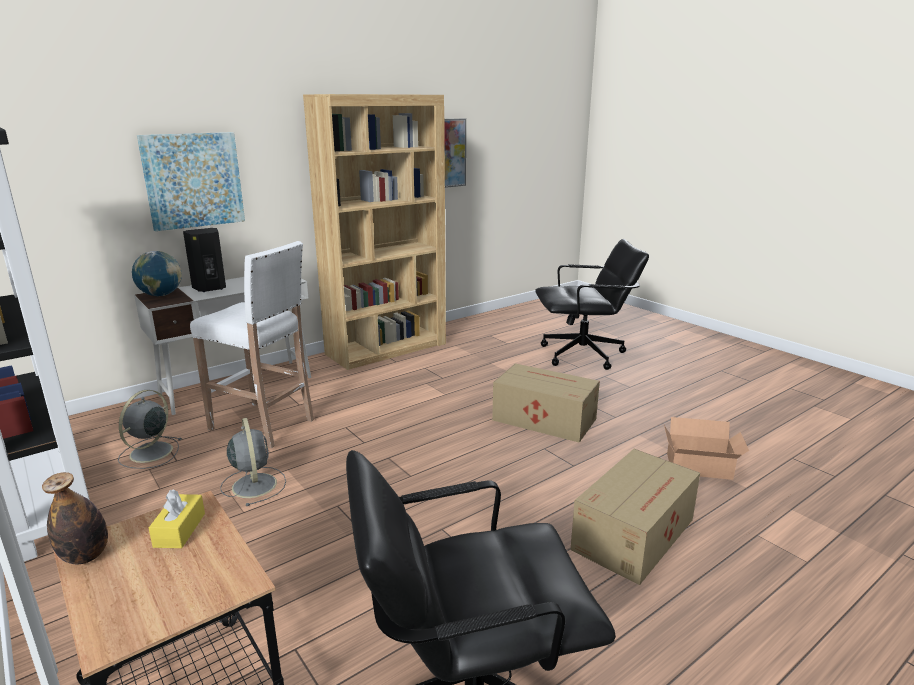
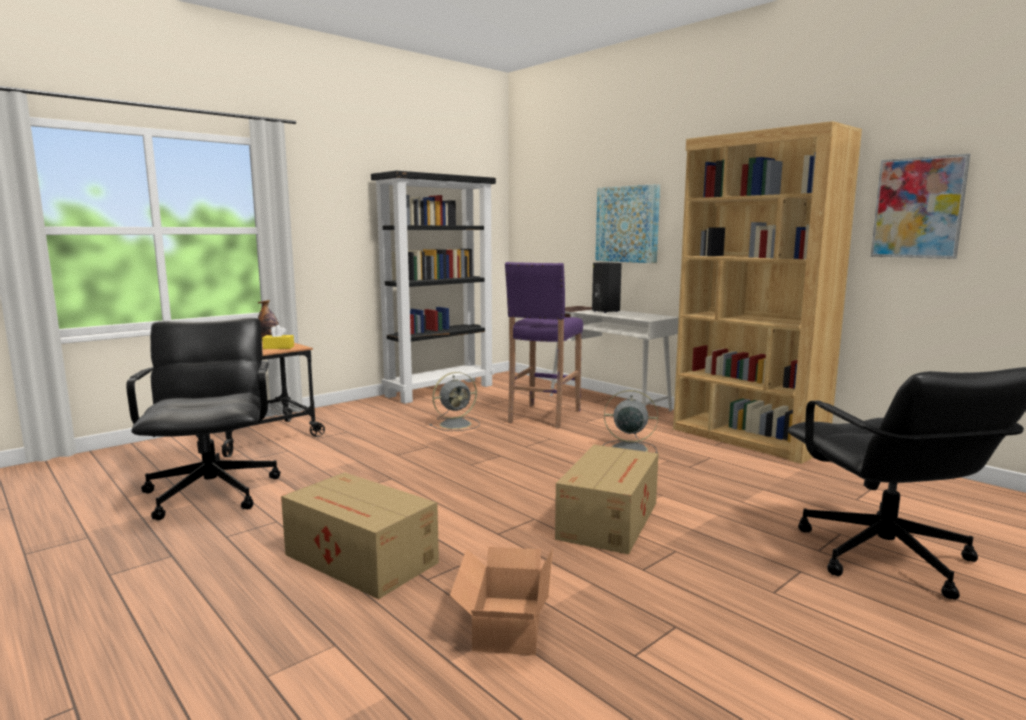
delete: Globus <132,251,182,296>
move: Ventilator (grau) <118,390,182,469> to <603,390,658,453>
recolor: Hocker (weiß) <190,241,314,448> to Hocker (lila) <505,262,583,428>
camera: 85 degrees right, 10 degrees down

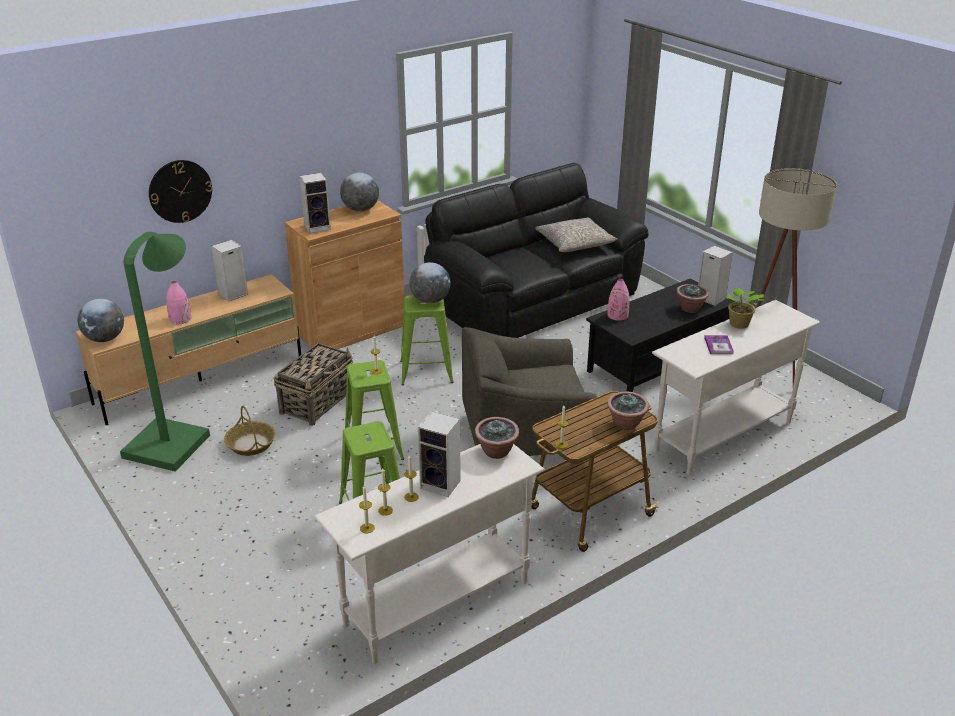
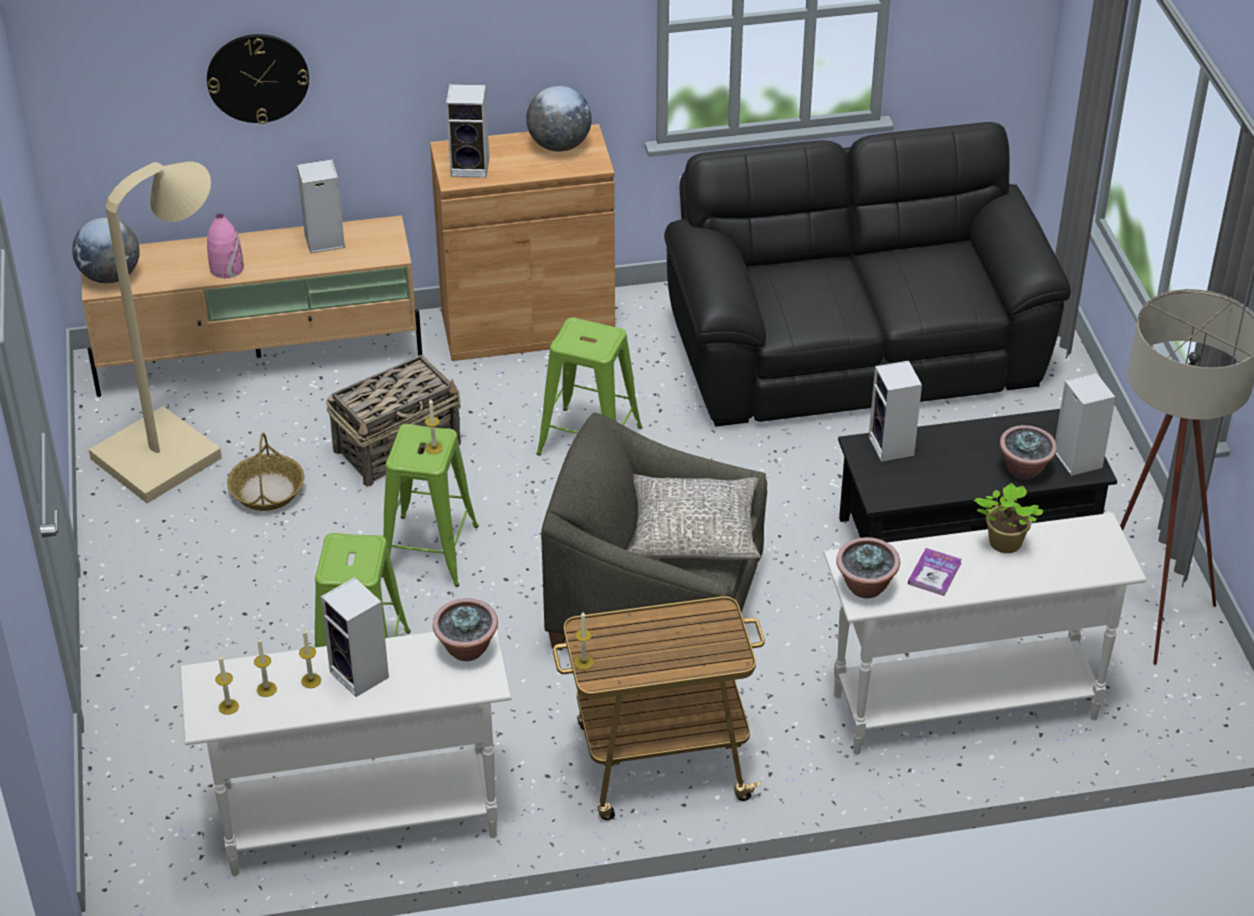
delete: Globus <410,262,451,303>
move: Kissen (grau) <535,218,618,252> to <628,474,760,560>; Topfpflanze <607,391,649,430> to <836,537,900,598>
replace: Vase (rosa) <607,279,630,321> to Lautsprecher <869,361,922,462>
recolor: Stehlampe (grün) <120,232,210,472> to Stehlampe (beige) <89,162,222,503>
camera: 25 degrees right, 10 degrees up

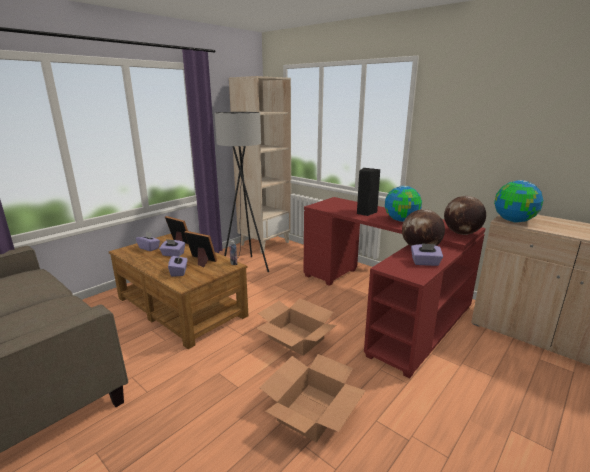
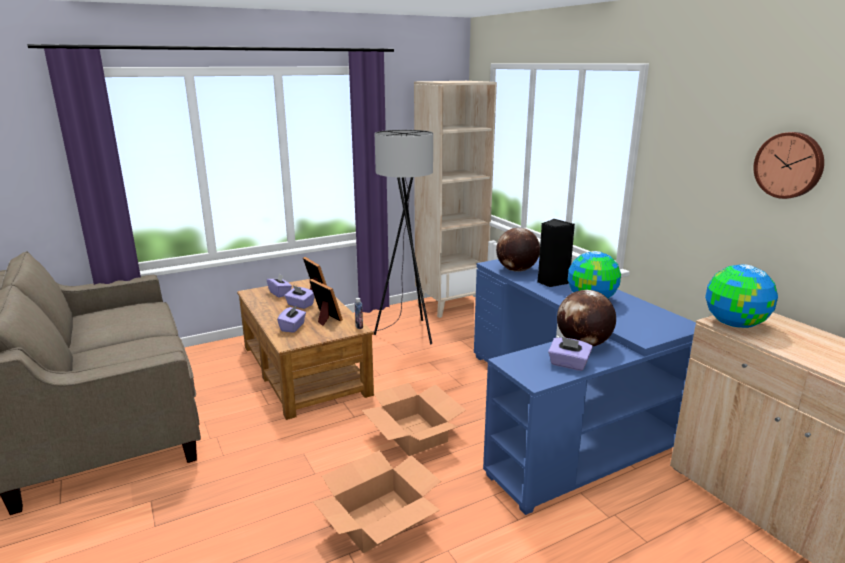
insert: Wanduhr <754,132,824,199>
move: Globus <444,196,486,235> to <496,228,540,272>
recolor: Schreibtisch (rot) <303,197,486,378> to Schreibtisch (blau) <474,256,696,515>
camera: 20 degrees right, 0 degrees up

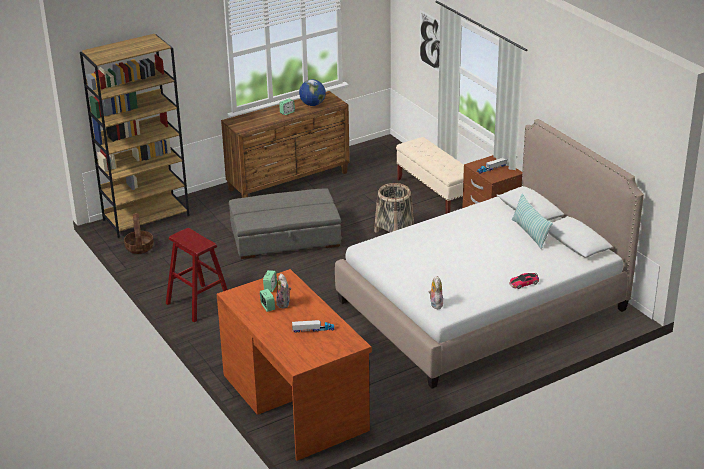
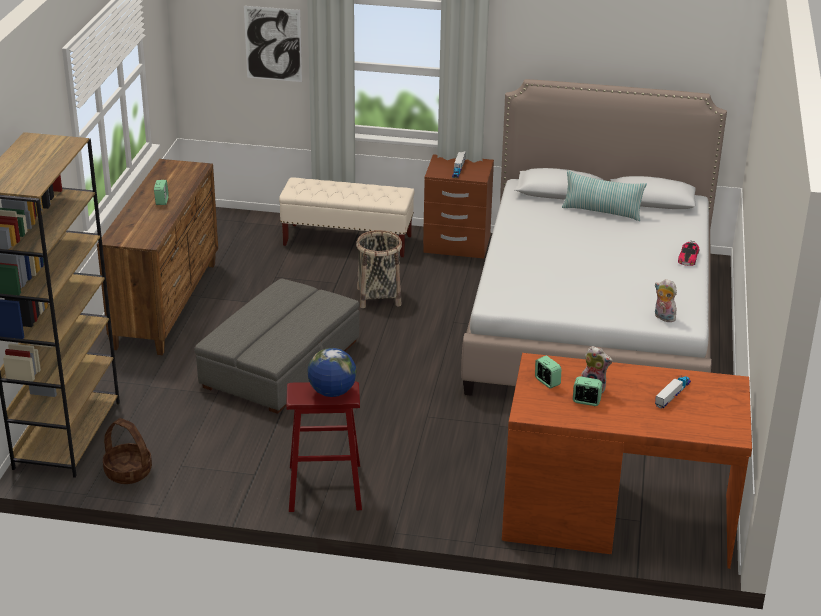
move: Globus <299,79,326,106> to <307,348,356,397>
camera: 50 degrees left, 0 degrees up

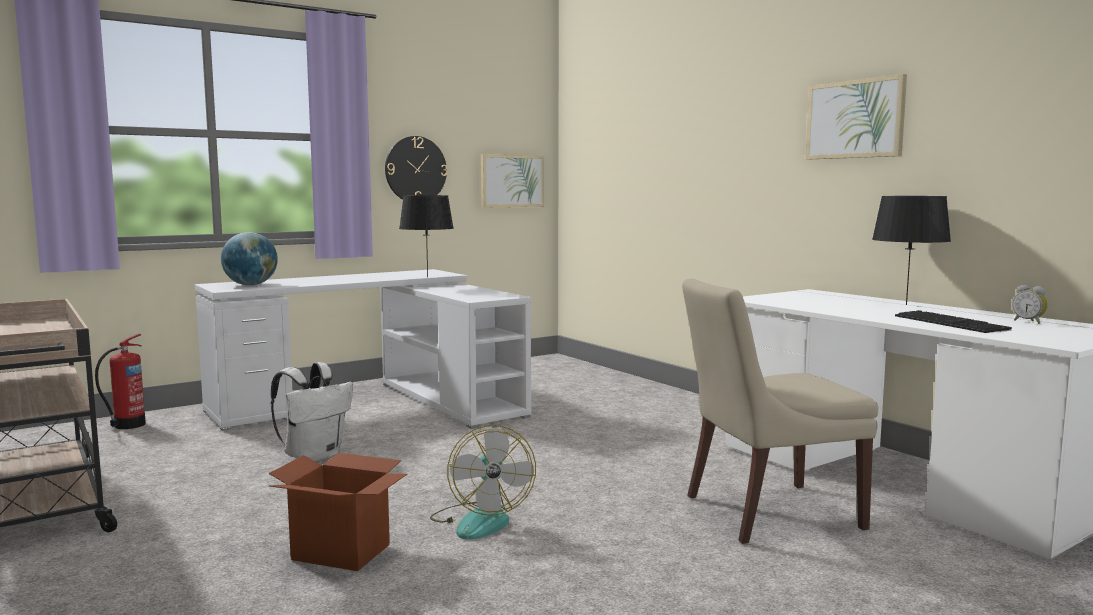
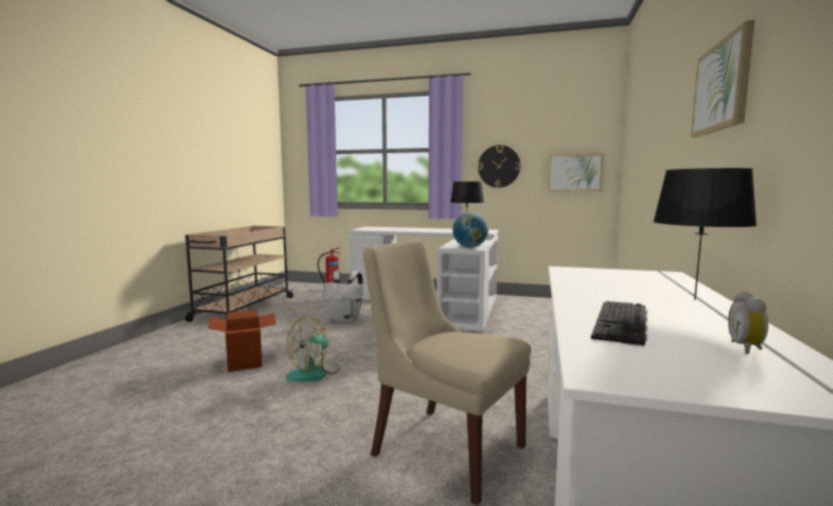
move: Globus <221,232,278,286> to <453,212,489,248>
camera: 50 degrees right, 0 degrees up

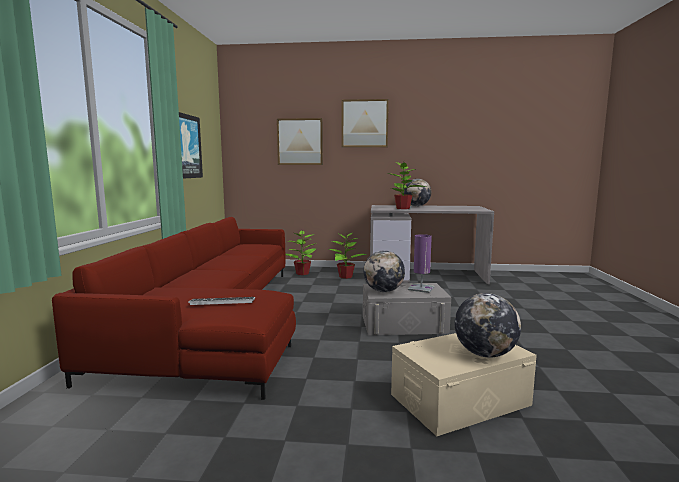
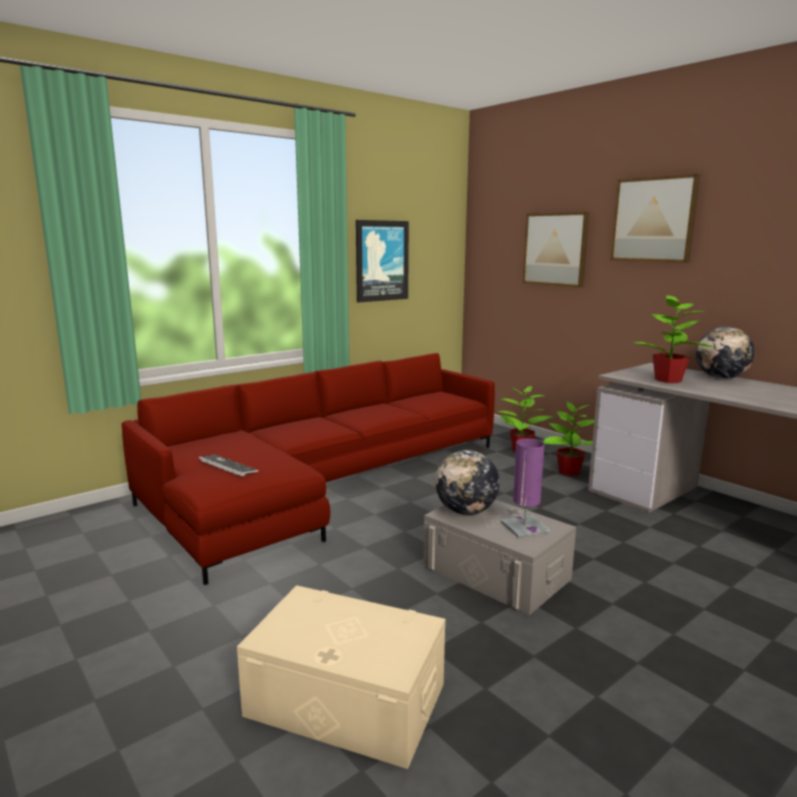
delete: Globus <455,293,521,357>
camera: 45 degrees right, 5 degrees up

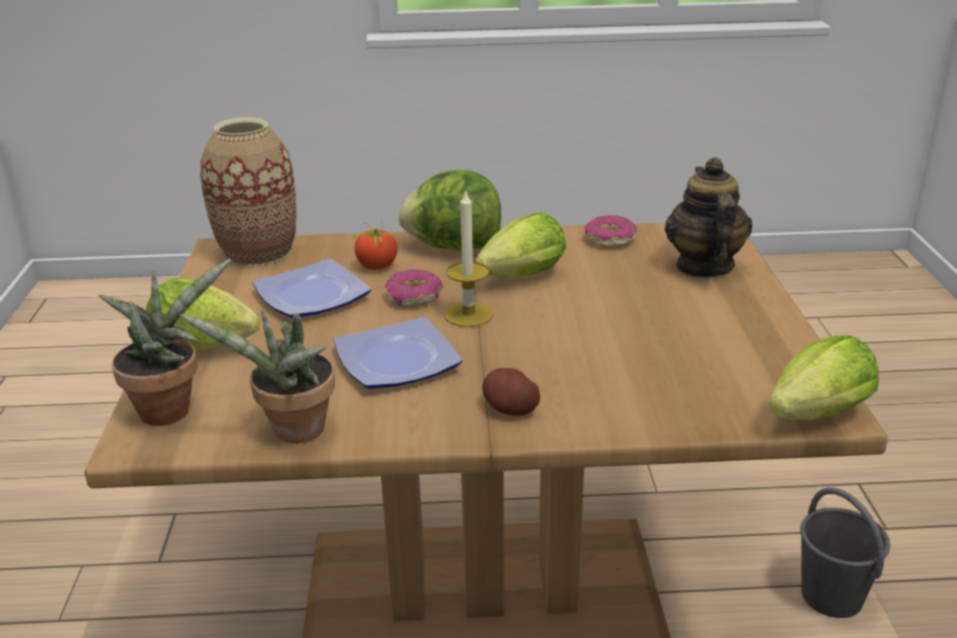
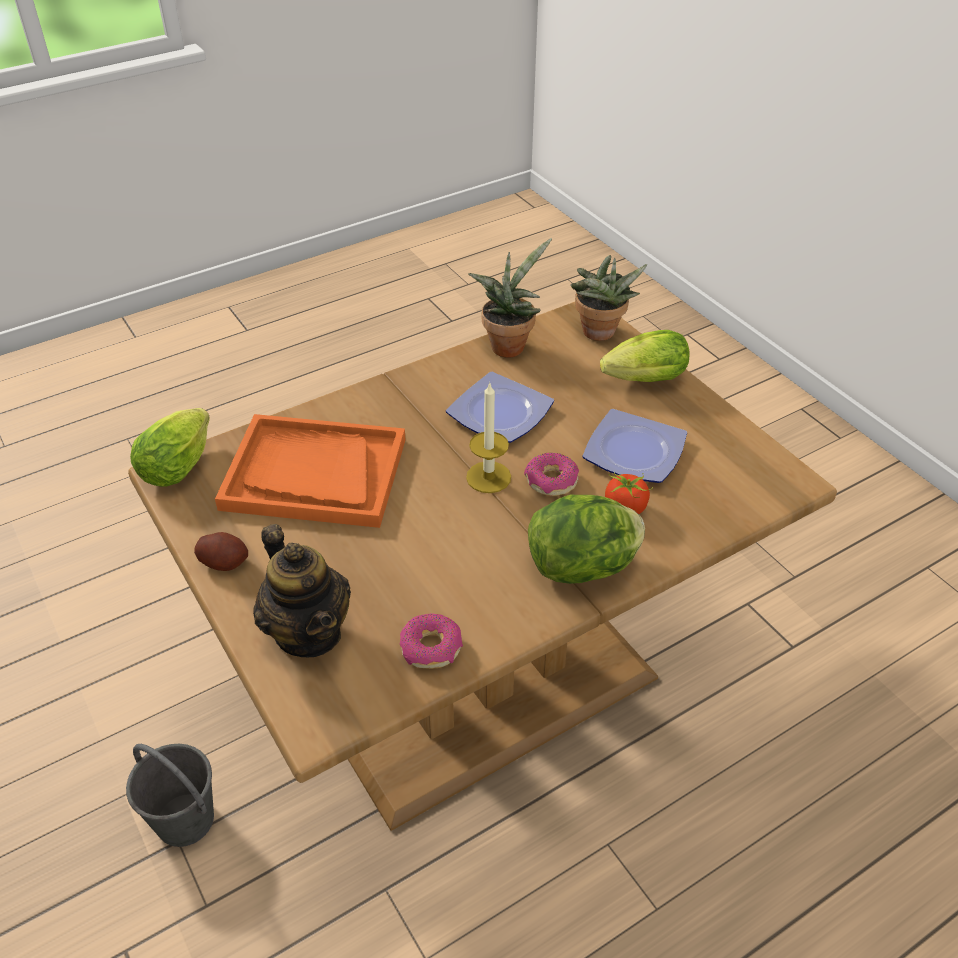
delete: Vase <200,117,297,266>; Salatkopf <476,212,566,278>
insert: Tablett (orange) <215,414,406,528>
move: Kartoffel <482,368,540,416> to <194,532,248,571>
camera: 150 degrees right, 15 degrees up

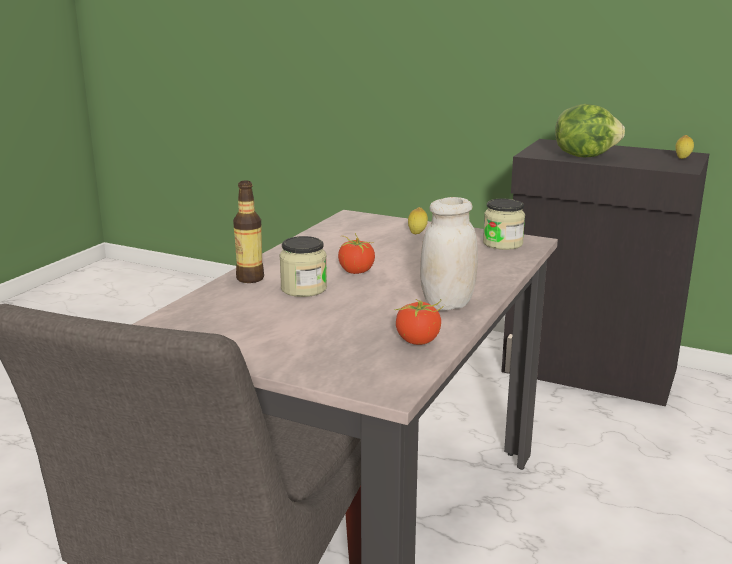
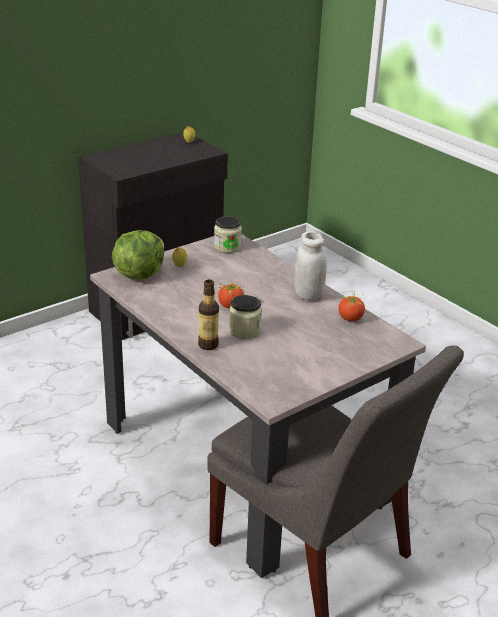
move: Salatkopf <555,104,625,157> to <112,230,164,279>
camera: 65 degrees left, 10 degrees up

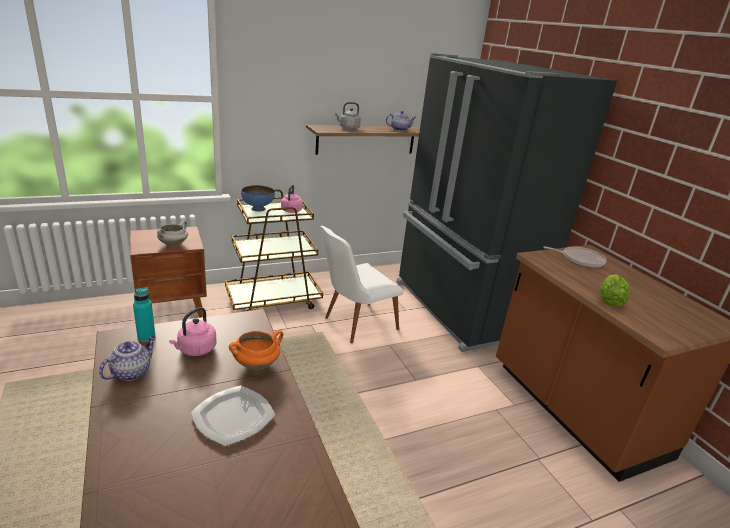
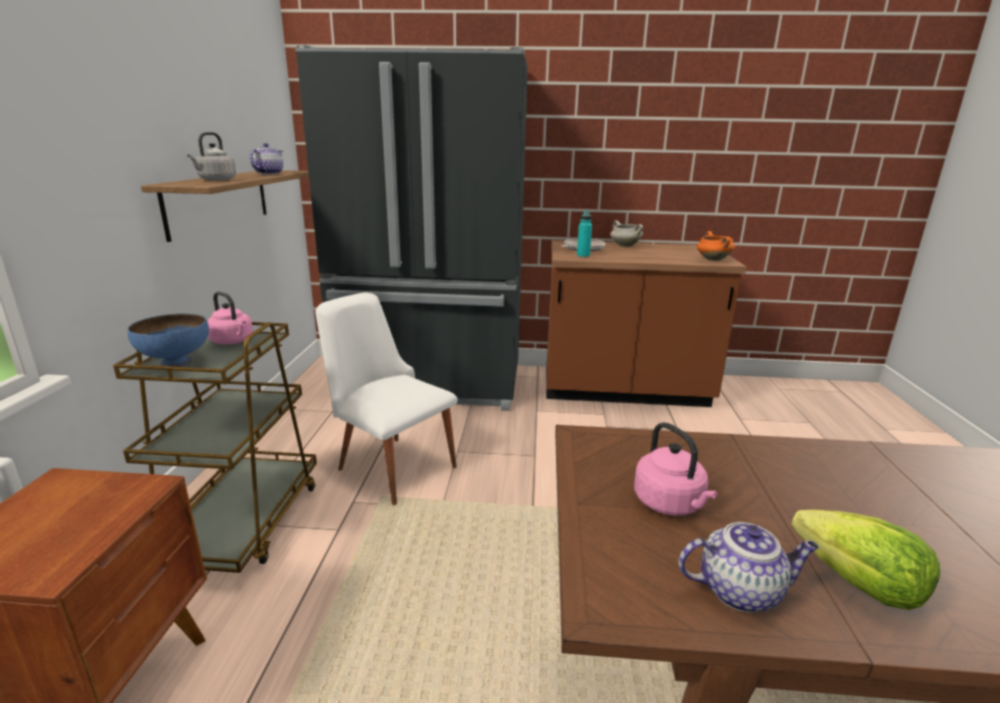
delete: Teller <191,385,276,446>
move: Kochtopf (weiß) <157,221,188,247> to <610,220,643,247>; Salatkopf <599,275,630,307> to <791,510,940,610>; Flasche (türkis) <133,287,156,342> to <577,211,592,258>; Kochtopf (orange) <229,330,283,370> to <697,231,735,261>
rotate: Stuhl (weiß) <321,226,404,343> = <315,292,457,505> 135 degrees clockwise; Teekanne <99,336,156,381> = <678,522,819,612> 120 degrees clockwise
camera: 60 degrees left, 5 degrees down

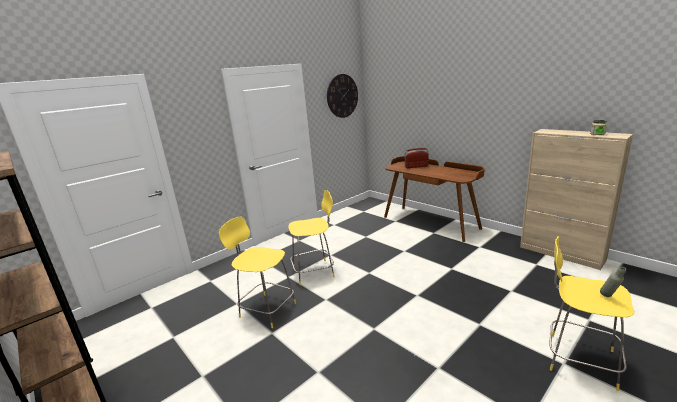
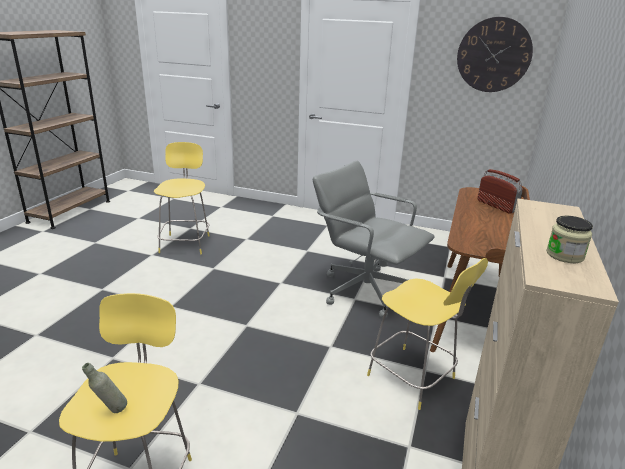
insert: Bürostuhl (grau) <313,161,435,318>
move: Hocker (gelb) <288,190,335,285> to <367,258,488,410>
camera: 60 degrees right, 5 degrees up

